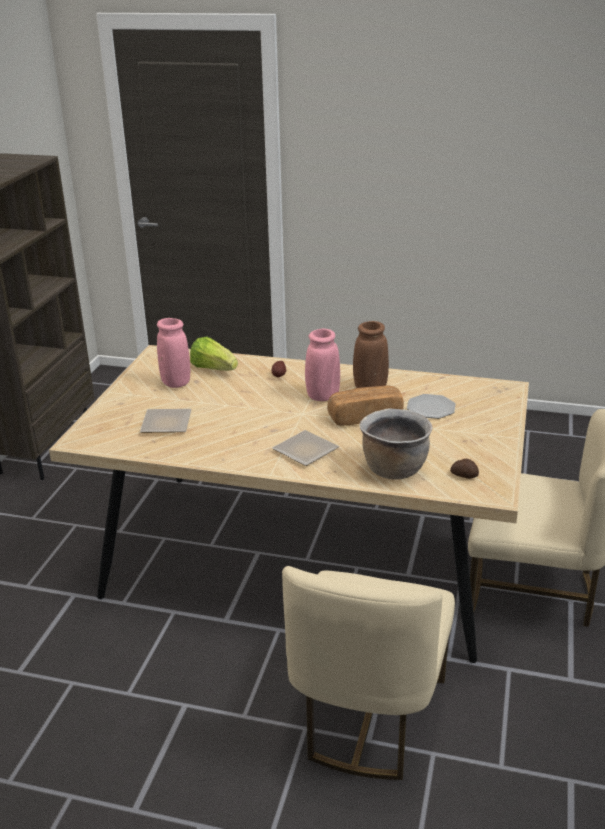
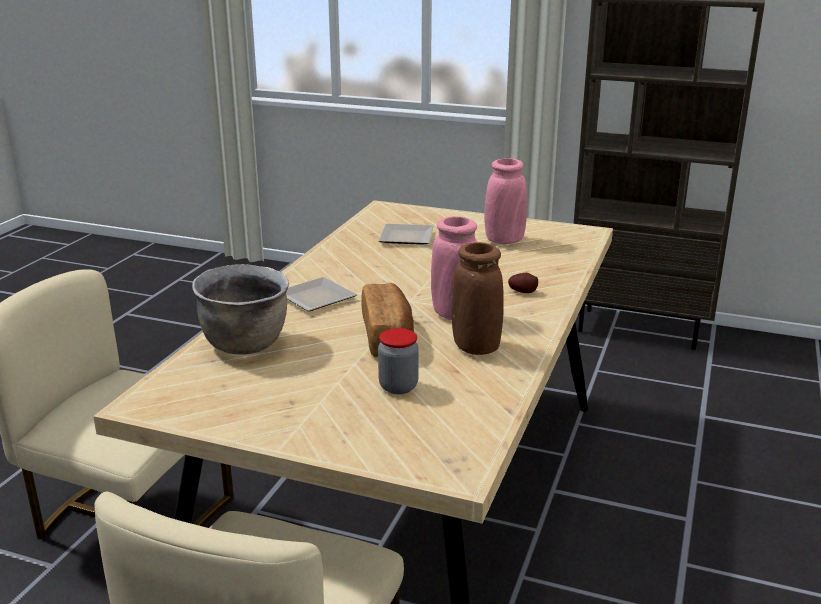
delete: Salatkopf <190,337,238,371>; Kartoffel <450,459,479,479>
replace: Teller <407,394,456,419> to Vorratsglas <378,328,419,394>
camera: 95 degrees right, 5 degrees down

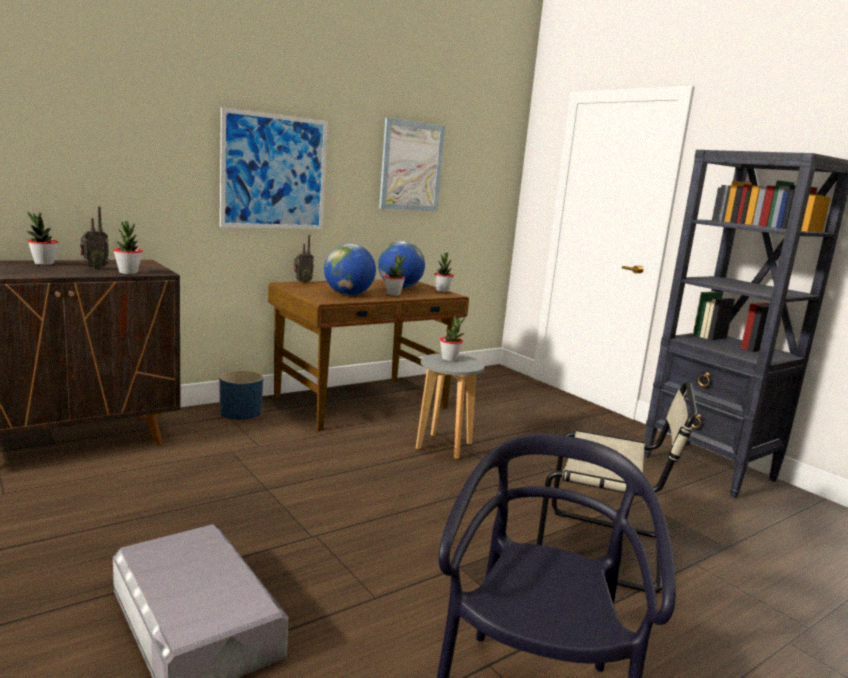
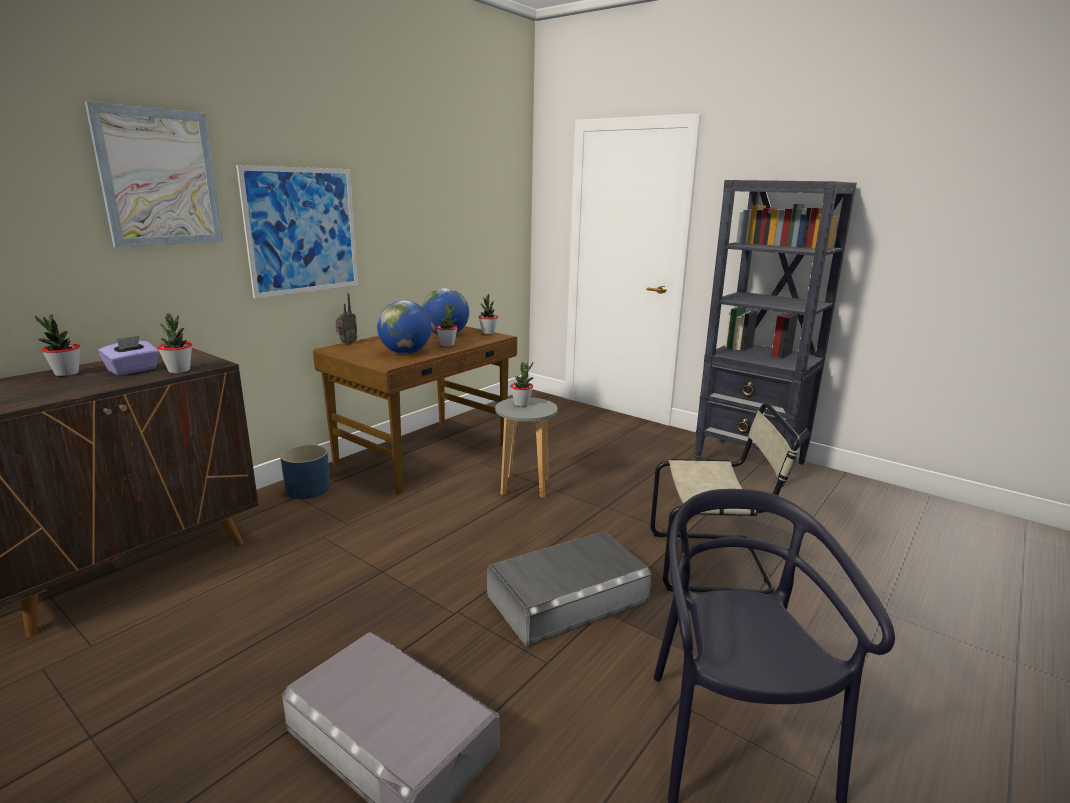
insert: Aufbewahrungsbox (grau) <487,531,651,646>
move: Bild <379,118,445,211> to <85,101,223,248>
replace: Radio <80,206,109,269> to Taschentuchbox (lila) <98,336,159,375>
camera: 15 degrees left, 5 degrees up

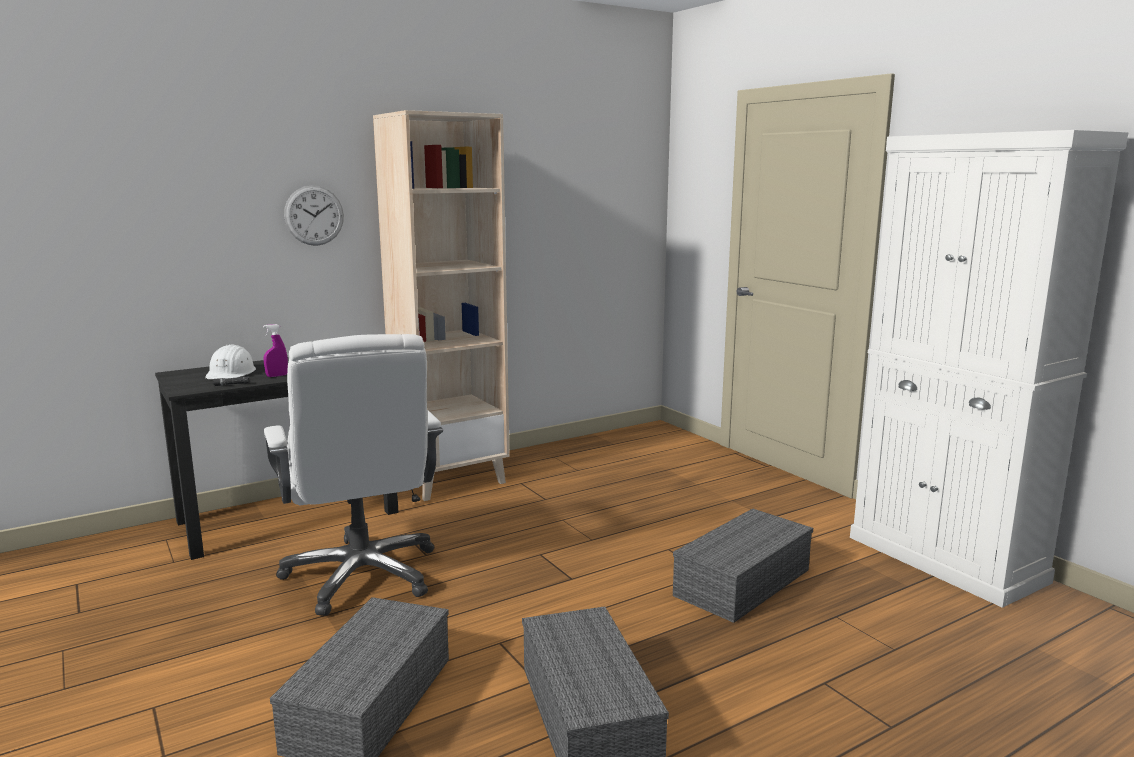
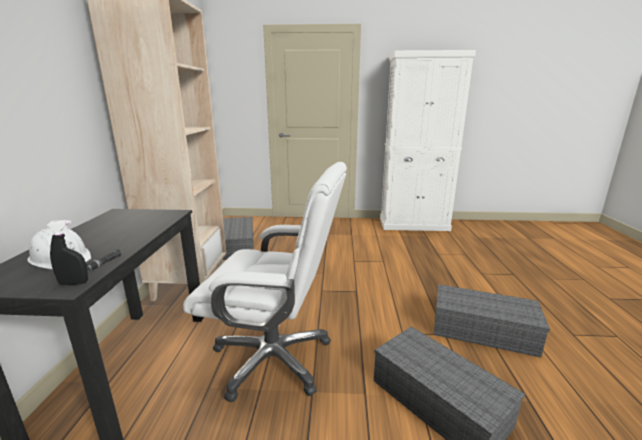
delete: Wanduhr <284,185,344,246>; Sprühflasche (lila) <263,324,288,377>
insert: Sprühflasche (schwarz) <47,220,88,285>
move: Aufbewahrungsbox (grau) <673,508,813,623> to <223,217,254,260>
camera: 55 degrees left, 5 degrees up

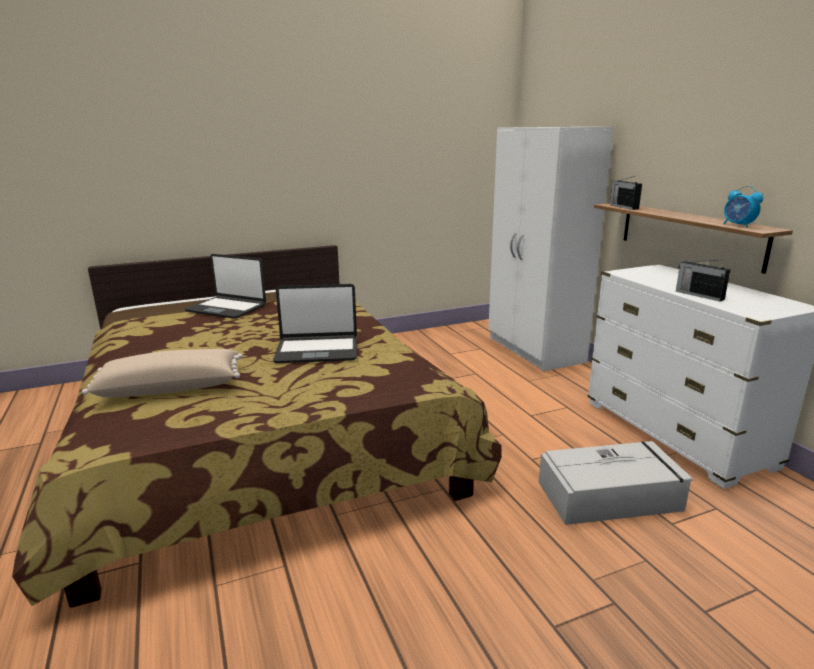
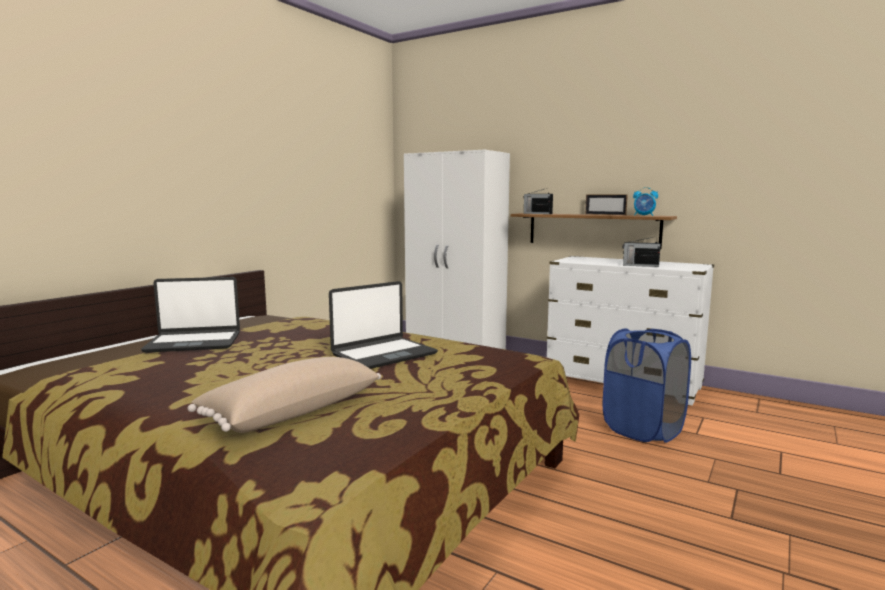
insert: Bilderrahmen <585,195,628,215>
replace: Aufbewahrungsbox (grau) <539,441,693,525> to Wäschekorb (blau) <603,329,691,443>
camera: 35 degrees left, 10 degrees down

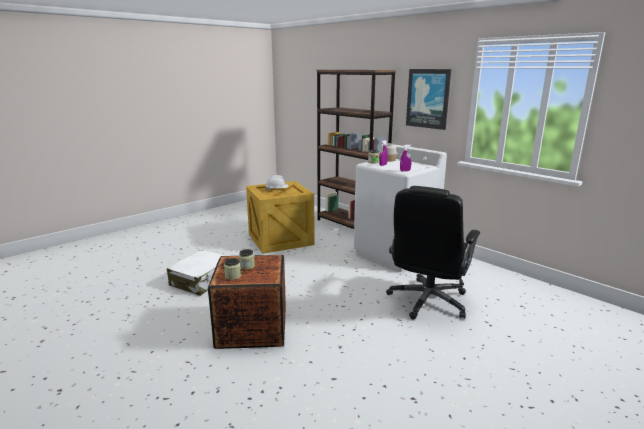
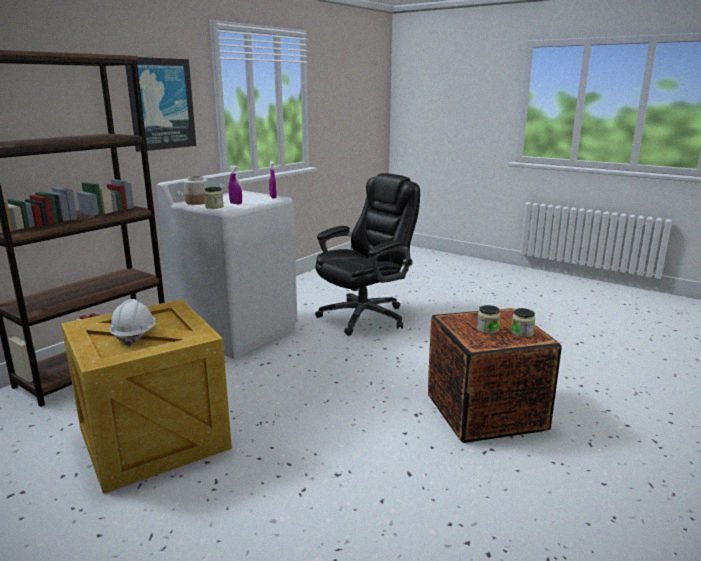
delete: Koffer (weiß) <167,249,225,296>
rotate: Bürostuhl (schwarz) <386,186,480,320> = <315,173,420,336> 60 degrees counterclockwise
camera: 100 degrees left, 0 degrees up

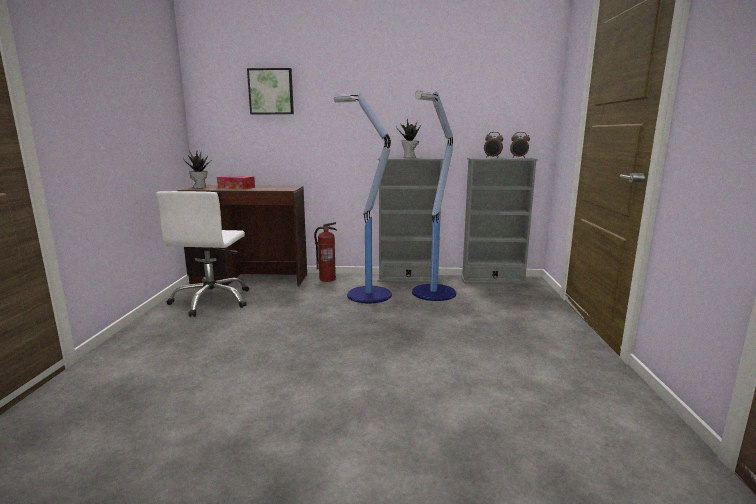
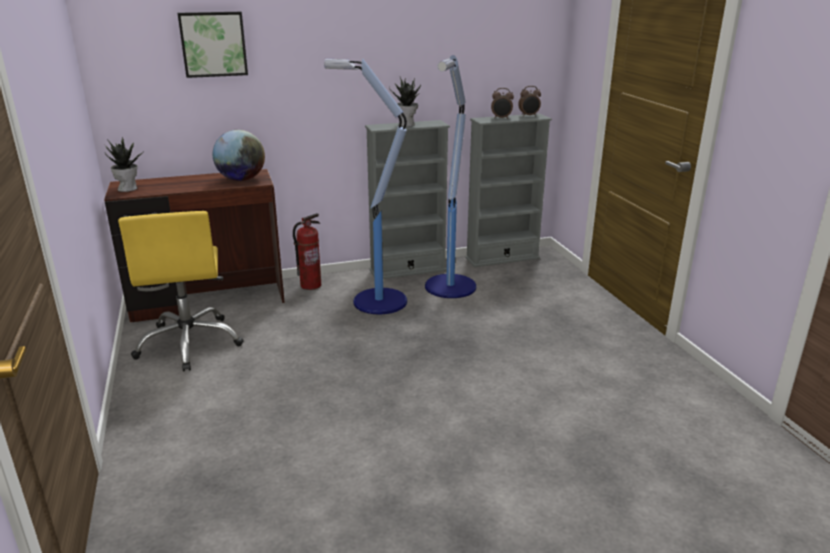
delete: Taschentuchbox <217,176,255,189>
insert: Globus <213,130,265,181>
recolor: Bürostuhl (weiß) <156,191,249,317> to Bürostuhl (gelb) <118,211,244,371>
camera: 20 degrees left, 10 degrees up

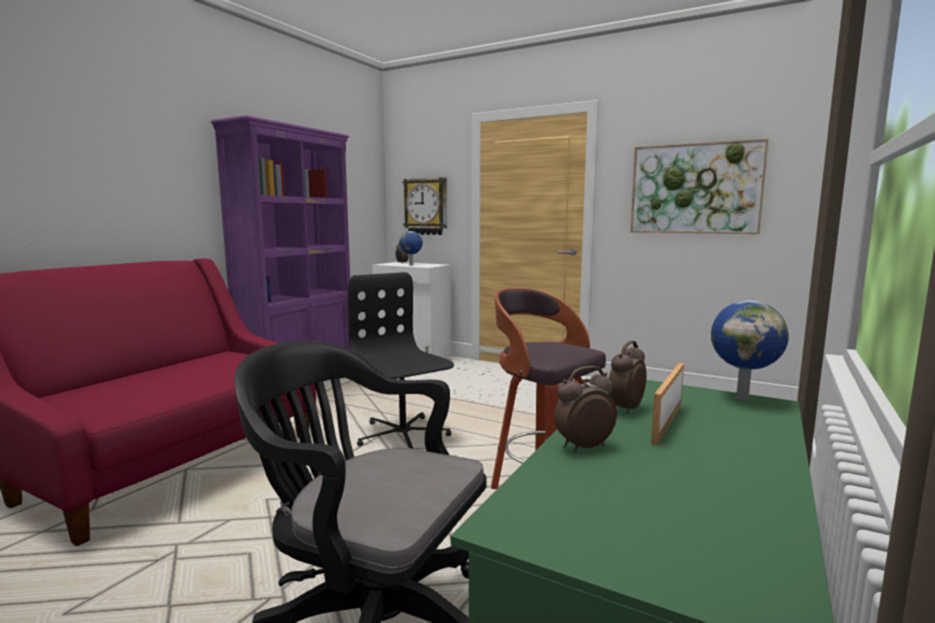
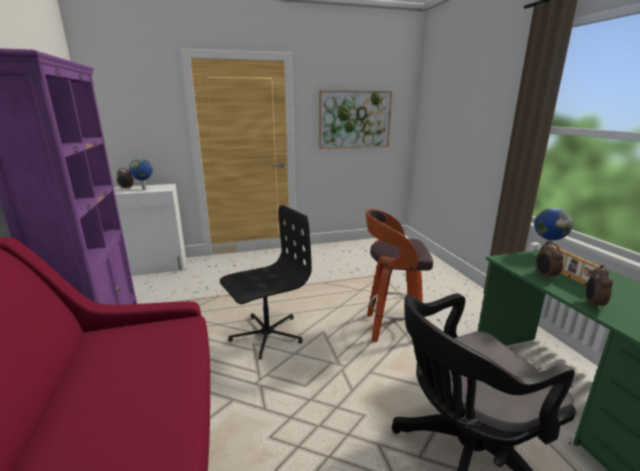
delete: Wanduhr <402,177,447,235>
rotate: Bürostuhl (schwarz) <348,272,454,448> = <220,205,312,360> 135 degrees clockwise
camera: 45 degrees left, 10 degrees up

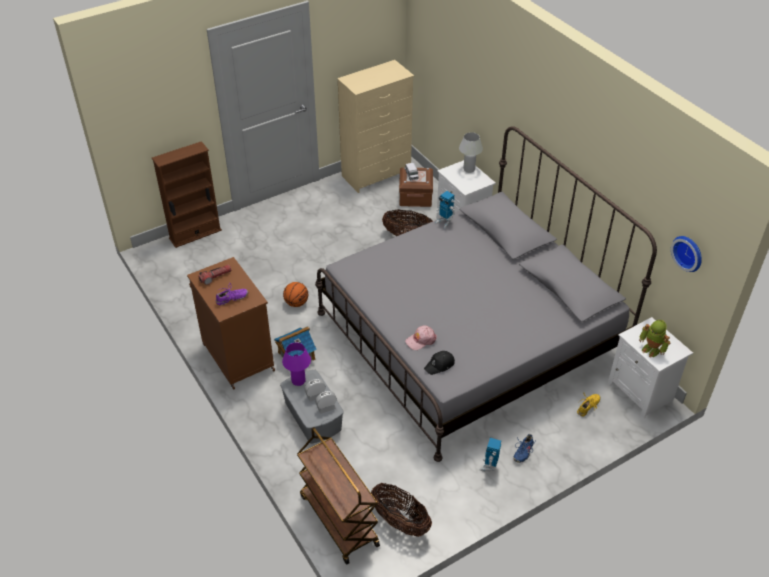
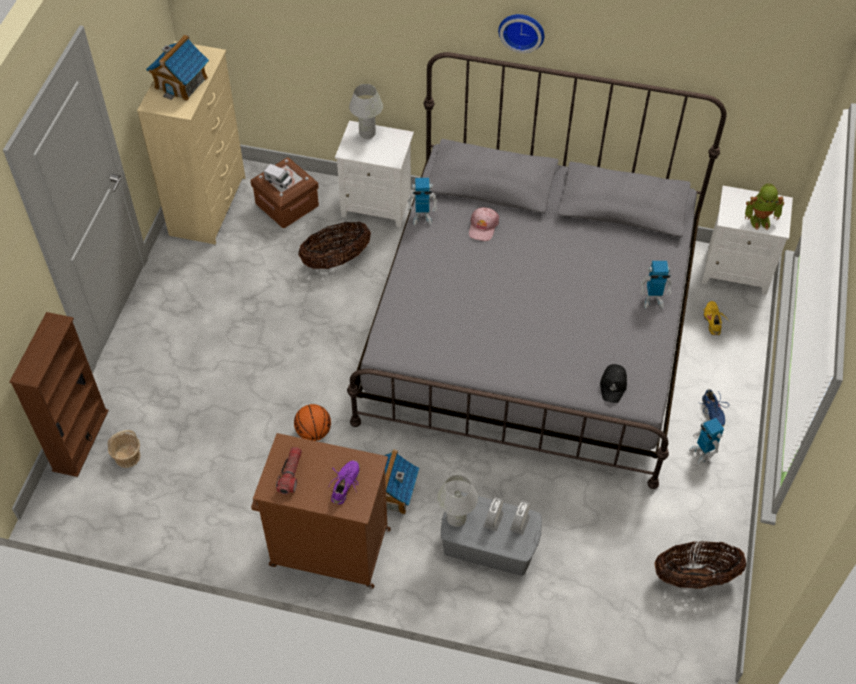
delete: Rollwagen (braun) <297,427,380,564>
insert: Spielzeughaus <146,34,209,101>; Spielzeugroboter <640,261,672,309>; Korb <108,430,141,468>
move: Wanduhr <671,236,702,272> to <498,14,544,53>; Kappe (rosa) <405,325,437,350> to <469,207,499,241>
recolor: Tischlampe (lila) <282,343,311,386> to Tischlampe (weiß) <437,475,478,527>
camera: 45 degrees left, 10 degrees up

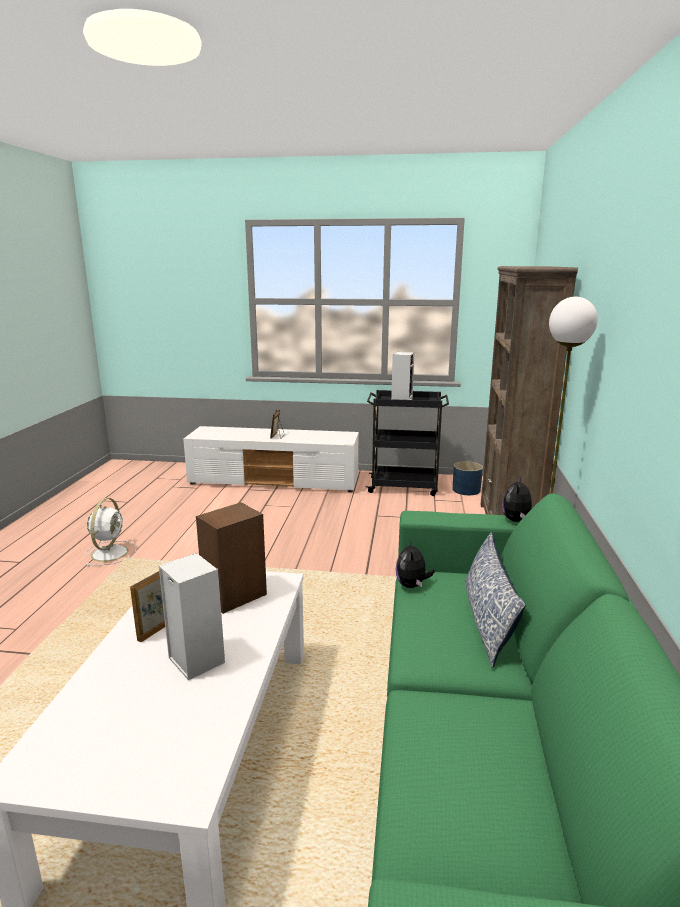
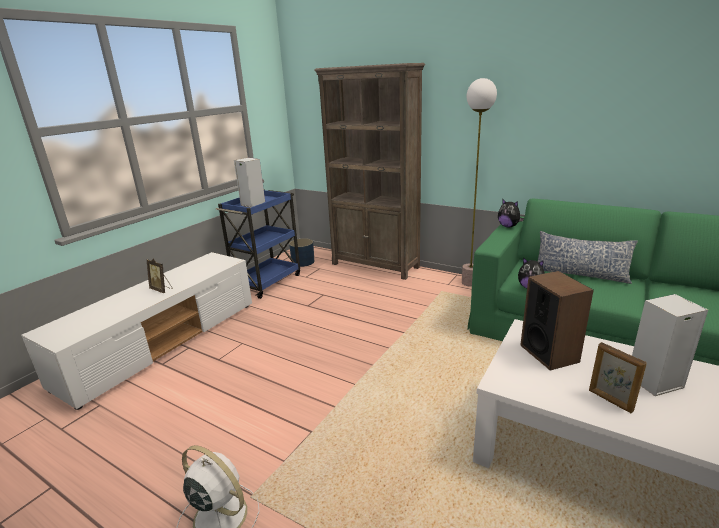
recolor: Rollwagen (schwarz) <366,390,449,496> to Rollwagen (blau) <216,190,300,299>
camera: 65 degrees left, 5 degrees up

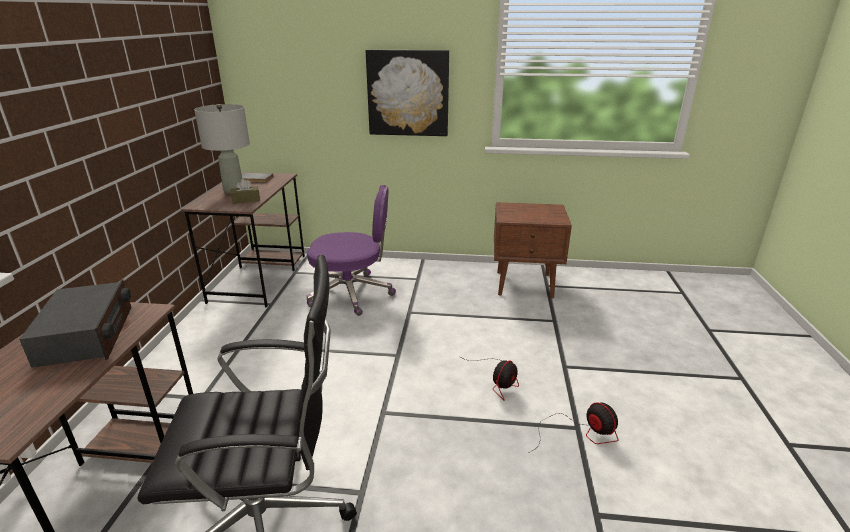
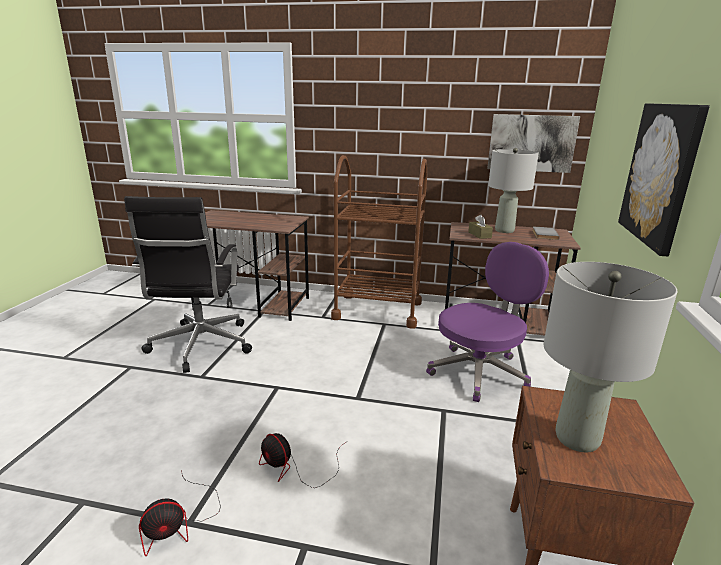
delete: Radio <19,279,131,368>
insert: Bild <487,114,580,173>; Rollwagen (braun) <331,155,427,329>; Tischlampe (grau) <544,262,678,452>
rotate: Bürostuhl (lila) <306,185,396,316> = <426,242,549,402> 135 degrees counterclockwise
camera: 95 degrees right, 5 degrees down

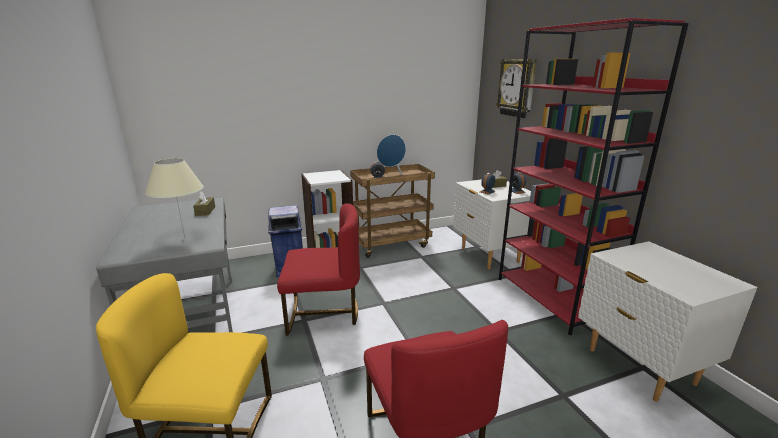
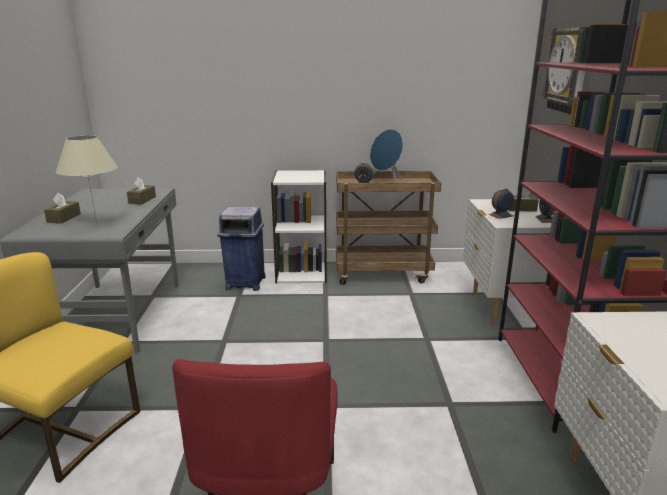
delete: Stuhl (rot) <277,203,360,336>
insert: Taschentuchbox (braun) <44,193,81,224>
camera: 20 degrees right, 0 degrees up

